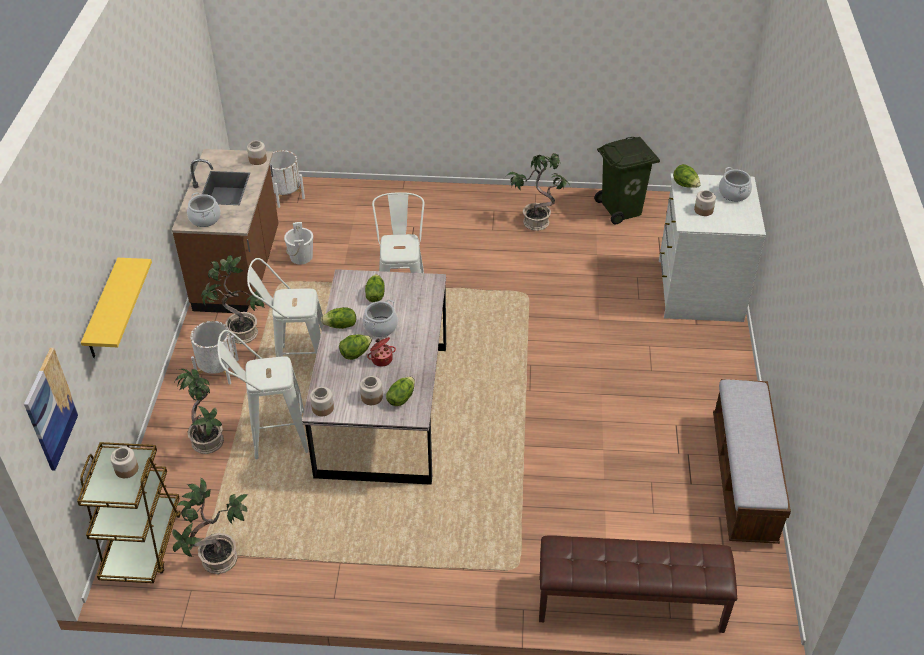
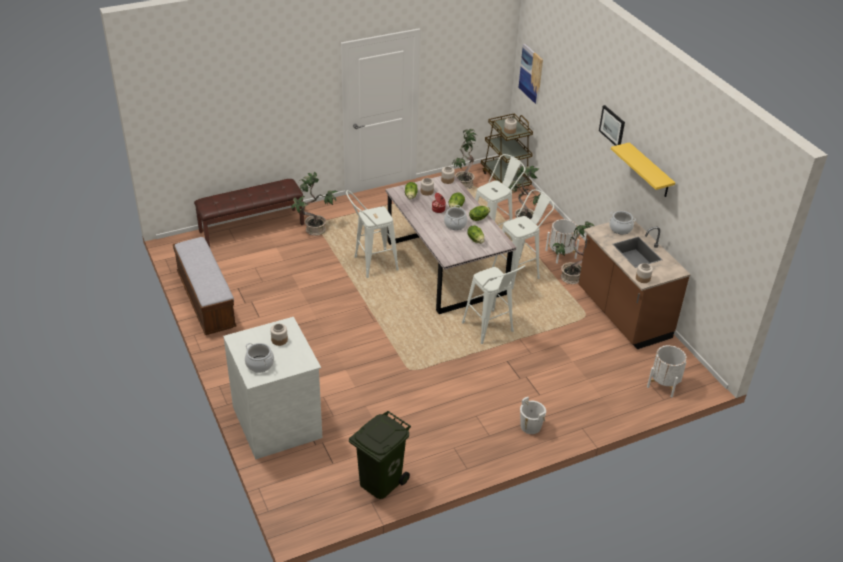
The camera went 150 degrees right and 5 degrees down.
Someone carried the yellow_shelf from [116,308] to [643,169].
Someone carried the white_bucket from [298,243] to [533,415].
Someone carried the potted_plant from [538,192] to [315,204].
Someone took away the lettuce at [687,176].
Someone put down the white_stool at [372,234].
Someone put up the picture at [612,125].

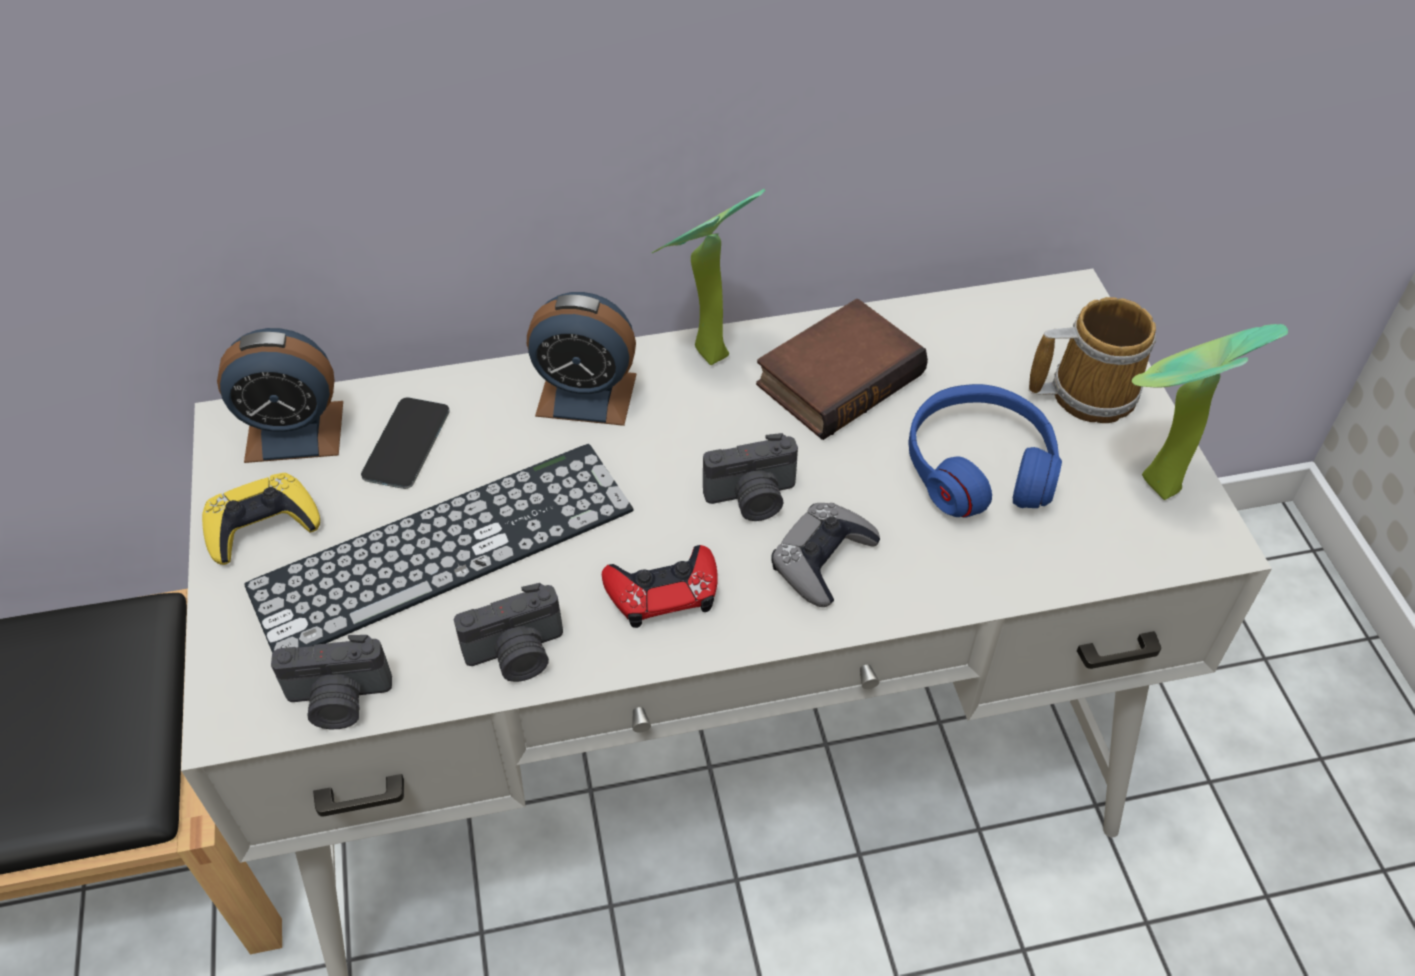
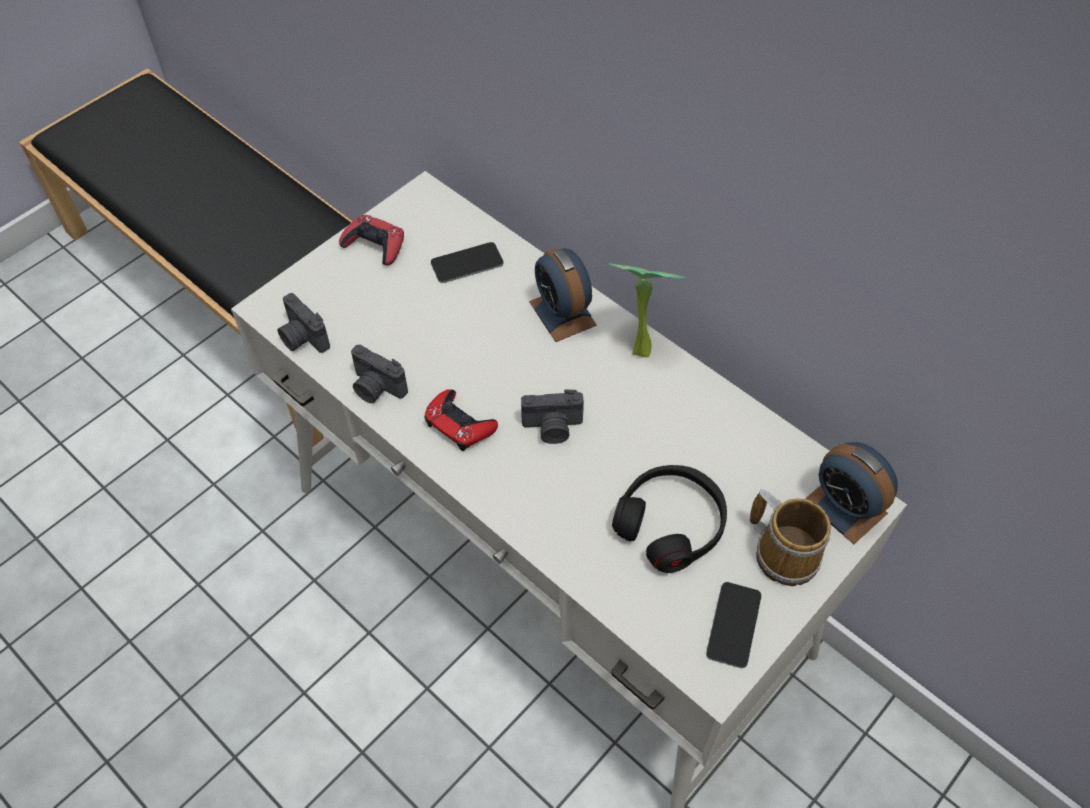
The camera went 55 degrees right and 5 degrees up.
Someone repainted the yellow_game_controller at [261,519], which became the red_game_controller at [371,240].
Someone carried the alarm_clock from [280,395] to [851,493].
Someone took away the keyboard at [438,548].
Someone rotated the photo_camera at [750,477] by 45 degrees counterclockwise.
Someone took away the book at [842,369].
Someone took away the grey_game_controller at [825,555].
Someone repainted the blue_headphones at [985,451], which became the black_headphones at [669,519].
Someone swapped the potted_plant at [1210,412] for the phone at [734,625].

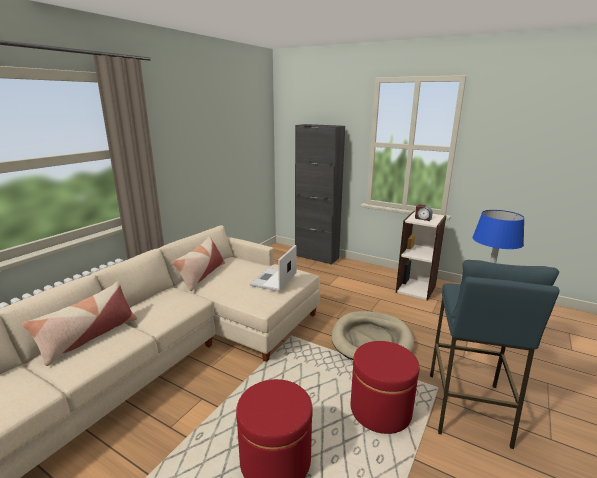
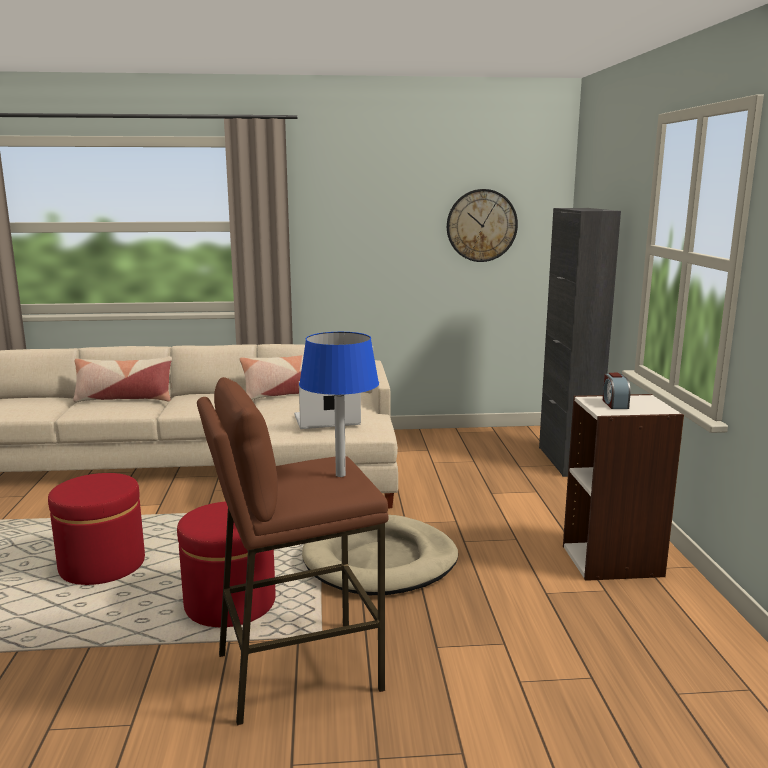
The camera went 55 degrees right and 5 degrees down.
Someone repainted the blue_stool at [494,354], which became the brown_stool at [293,551].
Someone put up the wall_clock at [482,225].

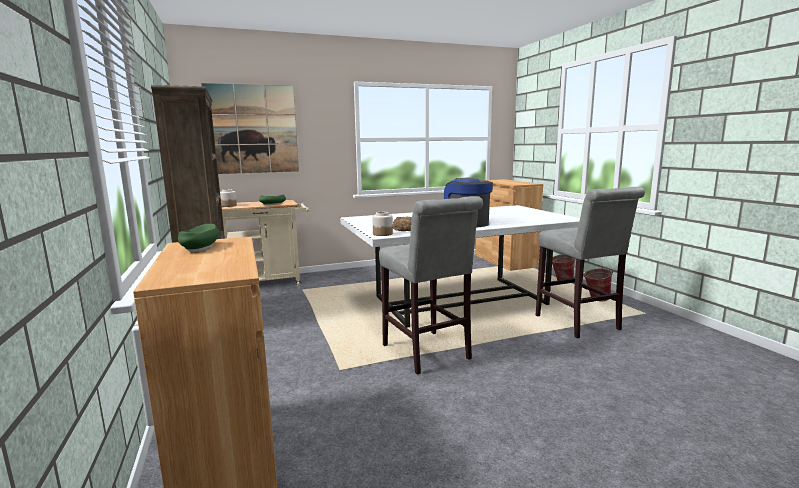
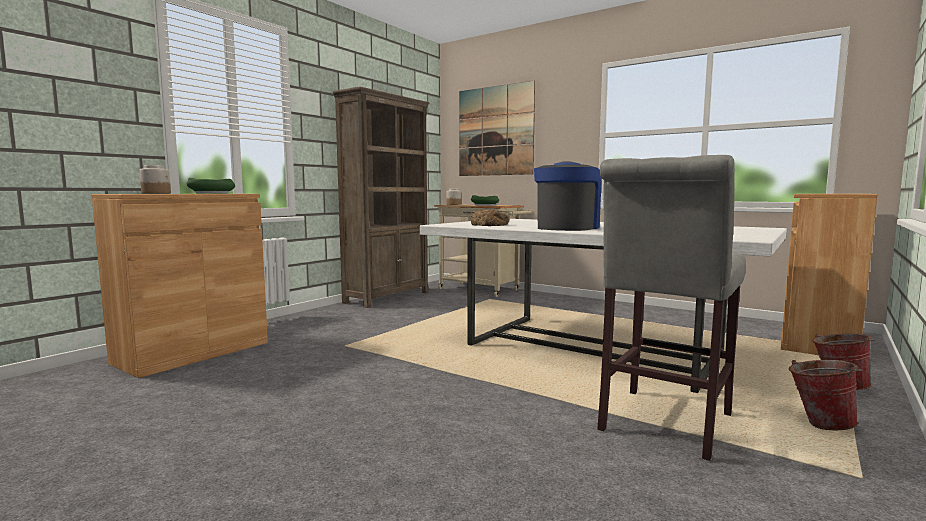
The camera went 55 degrees right and 5 degrees down.
Someone carried the jar from [382,224] to [155,179].
Someone took away the grey_stool at [431,285].

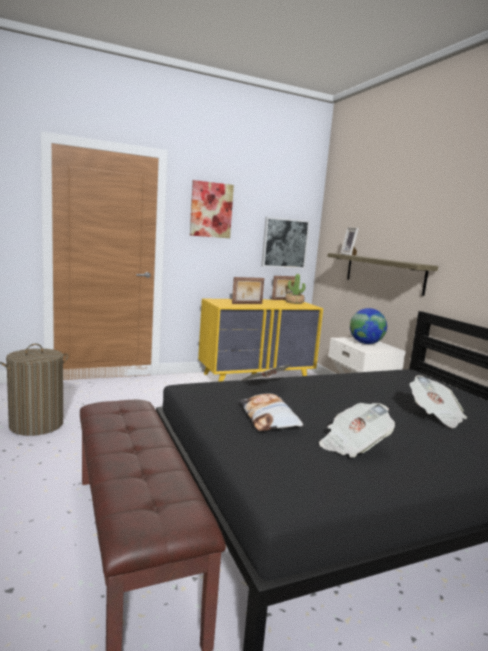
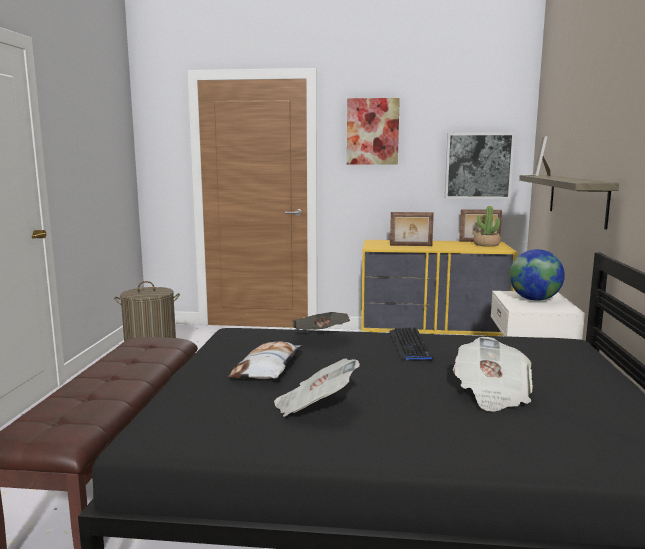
The camera went 30 degrees right and 0 degrees up.
Someone put down the keyboard at [411,344].

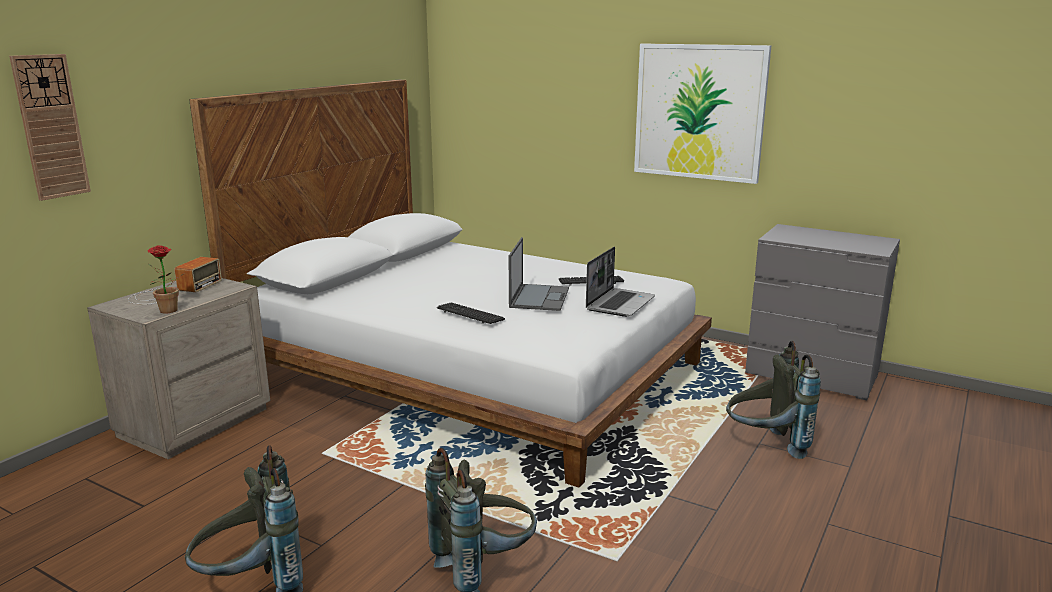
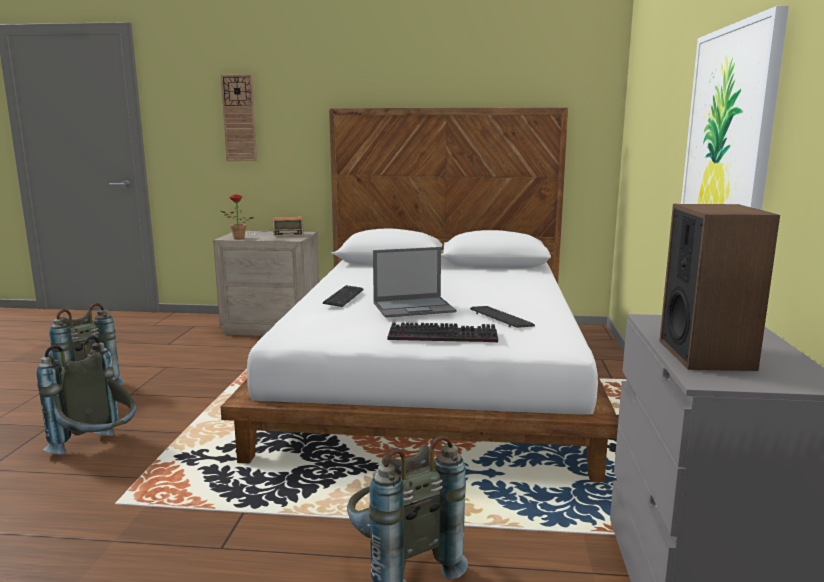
The camera went 65 degrees right and 5 degrees down.
Someone swapped the laptop at [620,282] for the keyboard at [442,332].
Someone put down the speaker at [720,287].

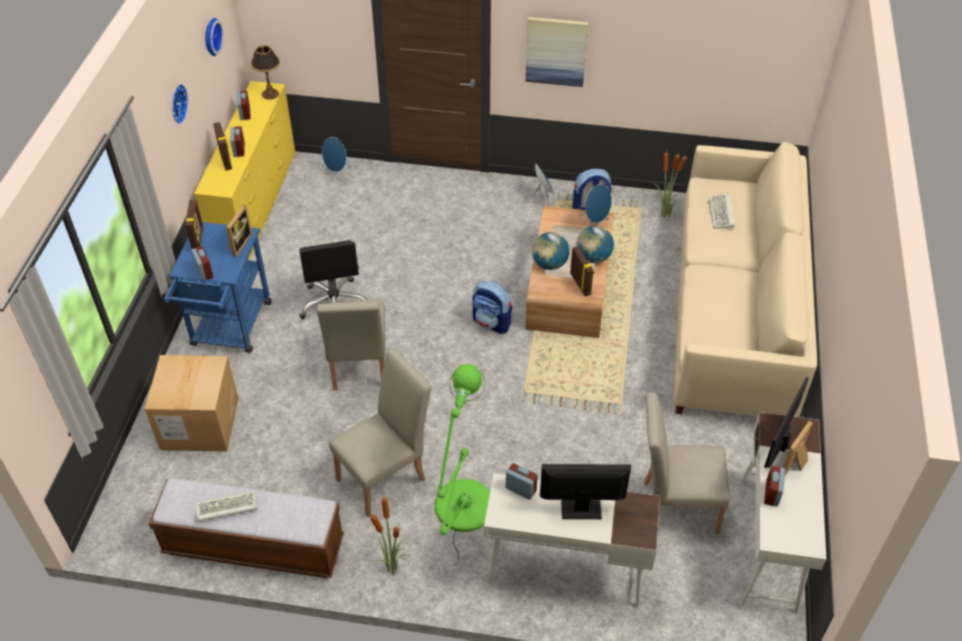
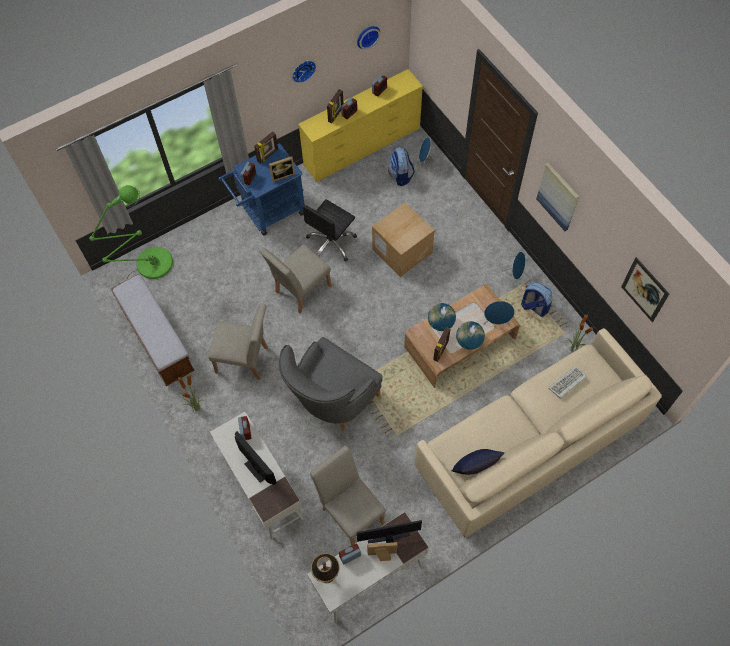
The camera went 50 degrees right and 15 degrees up.
Someone carried the cardboard_box from [192,403] to [403,240].
Someone took away the keyboard at [227,506].
Someone carried the table_lamp from [265,72] to [325,568].
Someone carried the green_floor_lamp from [462,465] to [131,233].
Someone carried the backpack from [492,307] to [401,166].
Someone put down the grey_armchair at [331,384].
Someone put down the blue_pillow at [478,462].
Someone put up the picture at [645,289].

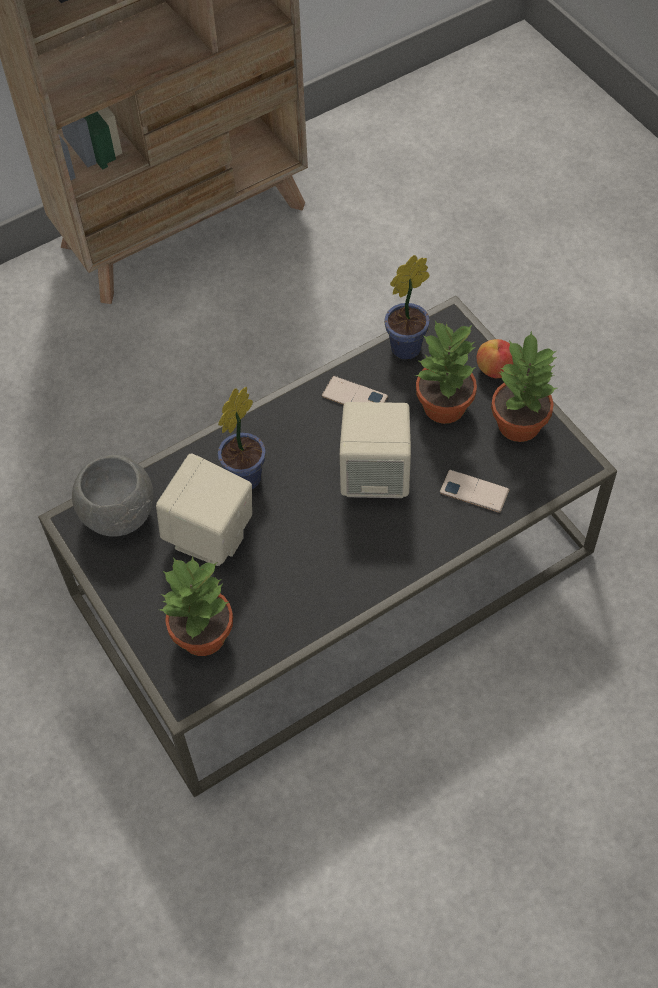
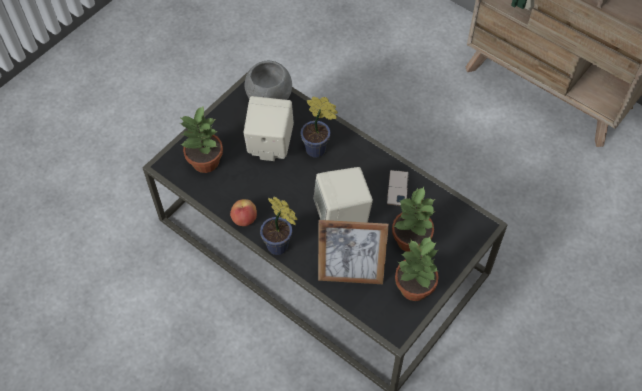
The camera went 70 degrees right and 0 degrees up.
Someone carried the potted_plant from [407,307] to [278,225].
Someone swapped the phone at [474,491] for the picture_frame at [353,252].
Someone carried the apple from [495,358] to [243,212].

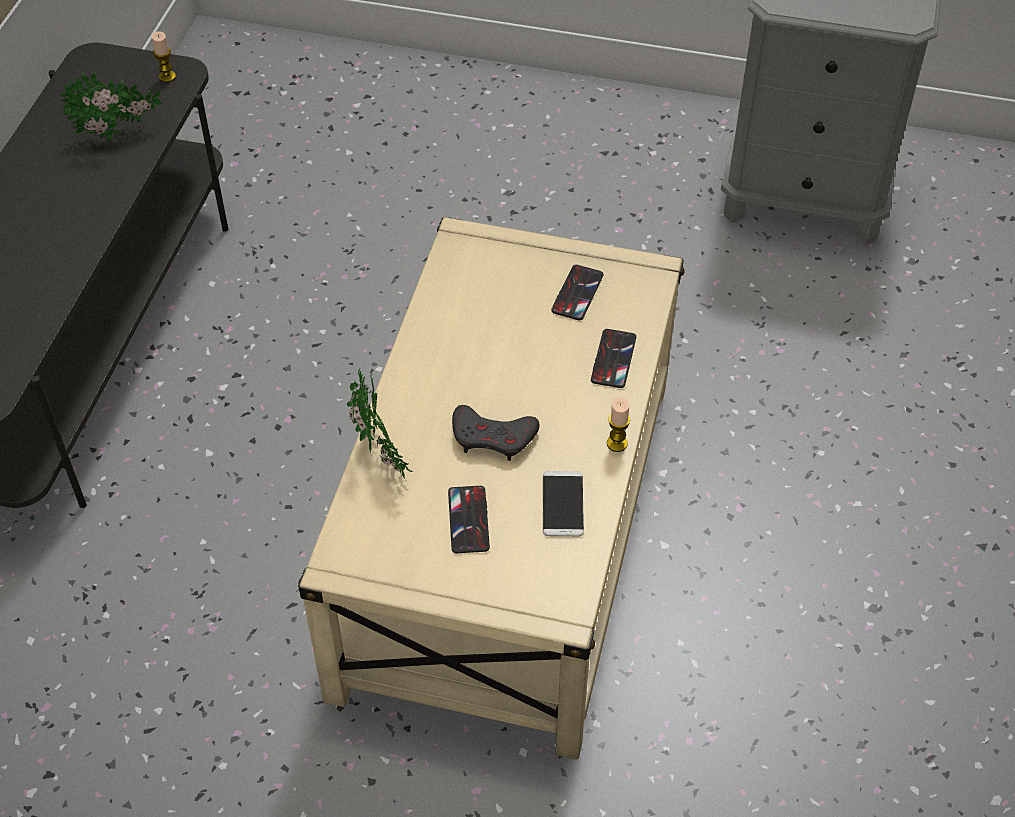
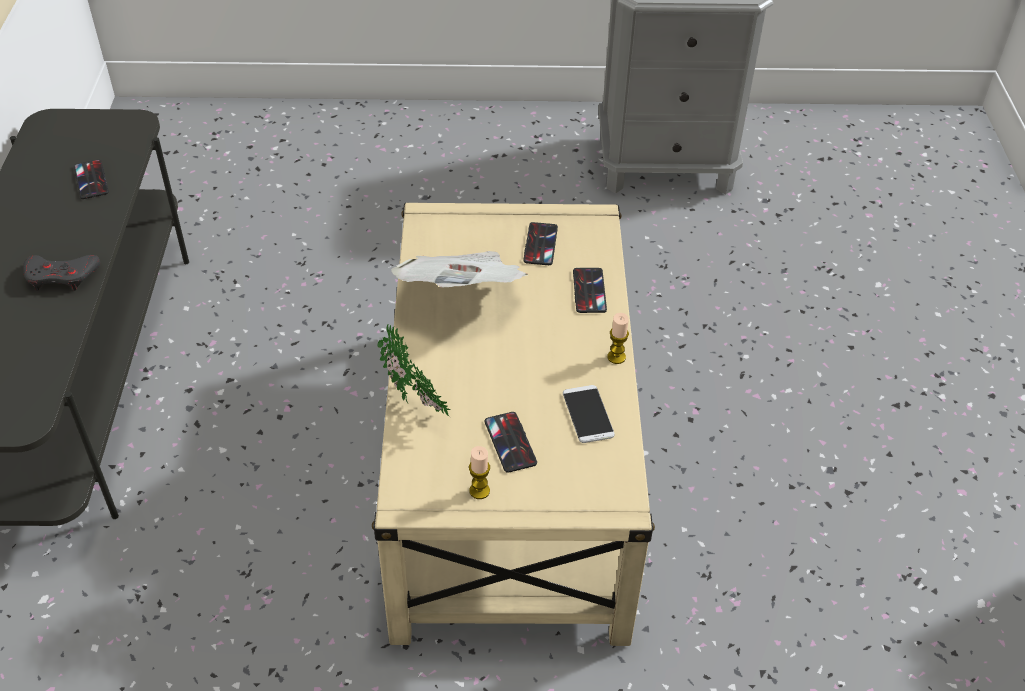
The camera went 15 degrees left and 5 degrees down.
Someone swapped the potted_plant at [111,106] for the phone at [91,179].
Someone carried the candle from [164,56] to [479,472].
Someone carried the grey_game_controller from [496,433] to [61,273].
Someone put down the newspaper at [459,269].

